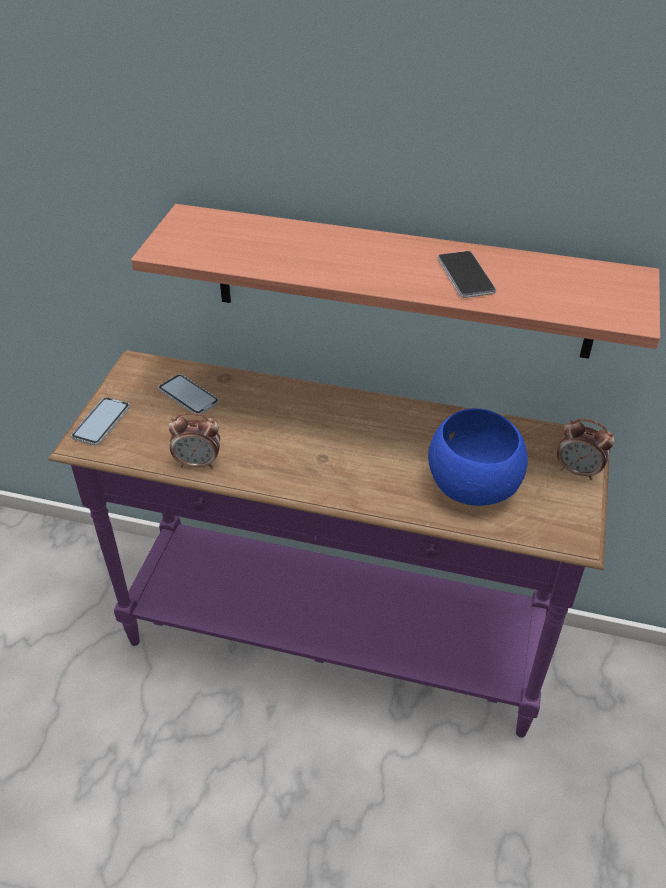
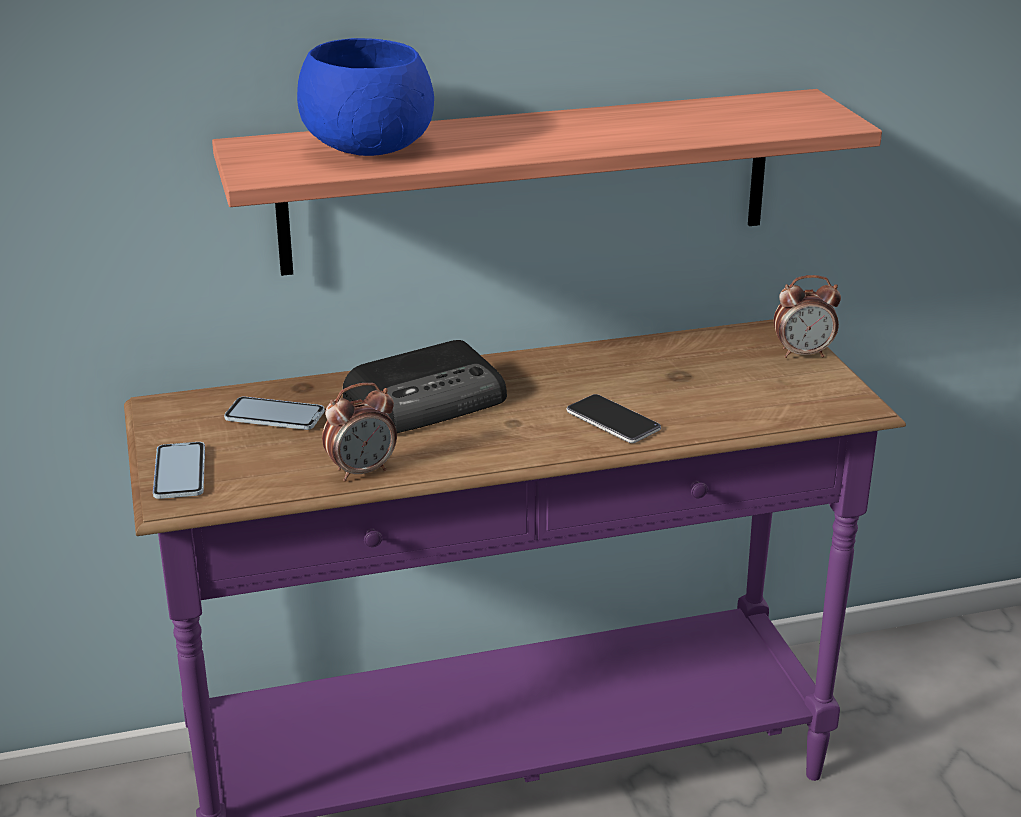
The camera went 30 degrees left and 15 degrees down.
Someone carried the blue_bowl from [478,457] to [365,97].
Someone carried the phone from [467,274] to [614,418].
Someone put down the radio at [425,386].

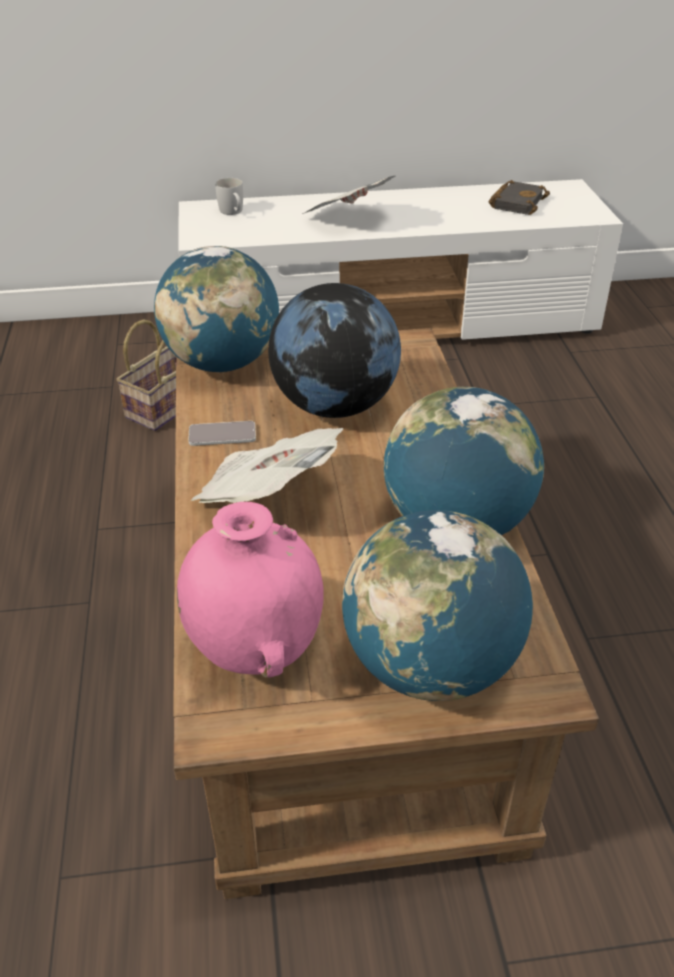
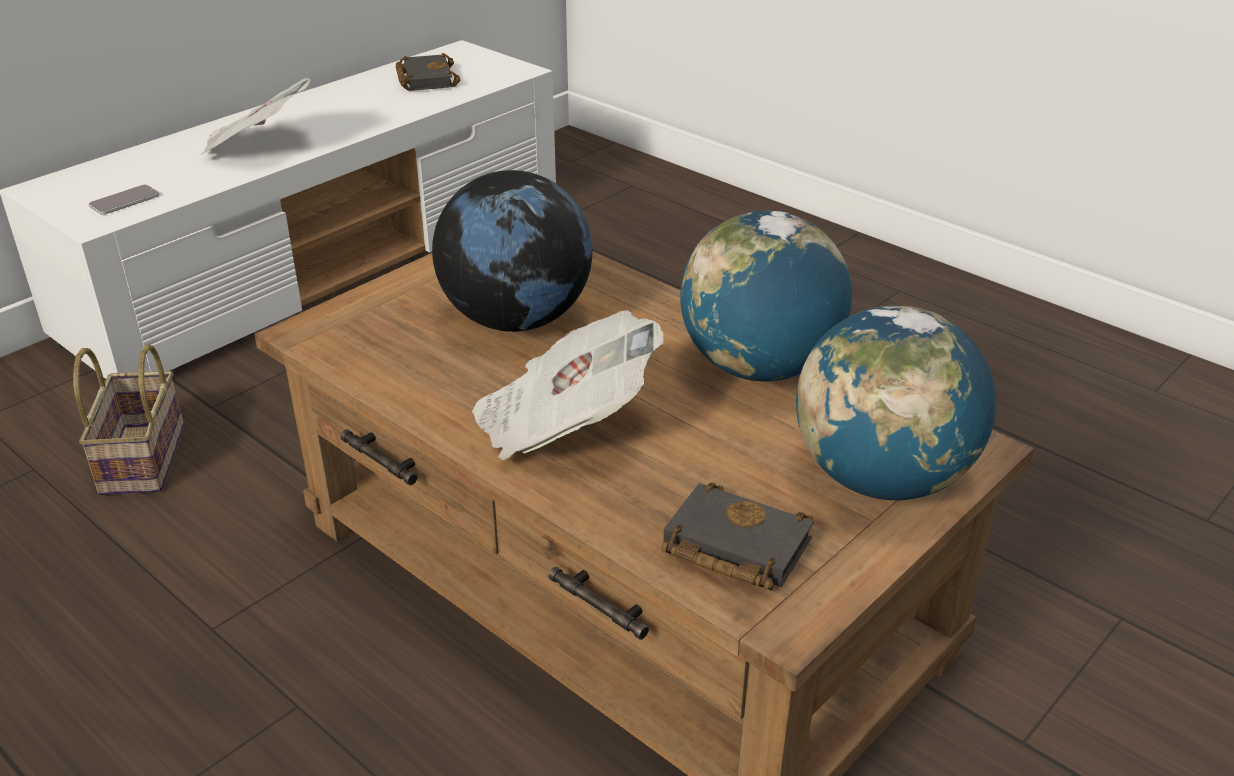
The camera went 40 degrees left and 5 degrees down.
Someone took away the globe at [216,309].
Someone swapped the pink_vase at [250,590] for the black_book at [738,536].
Someone carried the phone from [222,433] to [124,200].
Someone took away the white_mug at [229,196].

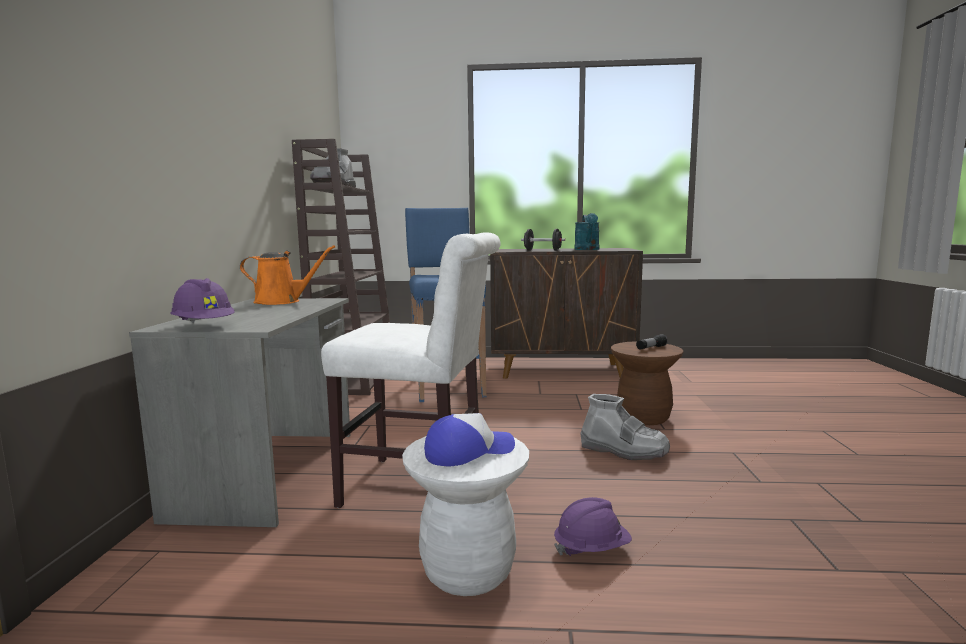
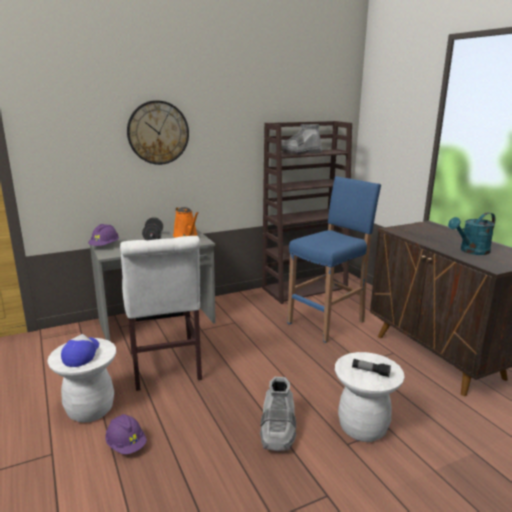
The camera went 60 degrees right and 10 degrees up.
Someone rotated the cap at [469,439] by 120 degrees counterclockwise.
Someone carried the black_dumbbell from [543,240] to [152,228].
Someone repainted the brown_stool at [647,383], which became the white_stool at [370,397].
Someone put up the wall_clock at [158,132].

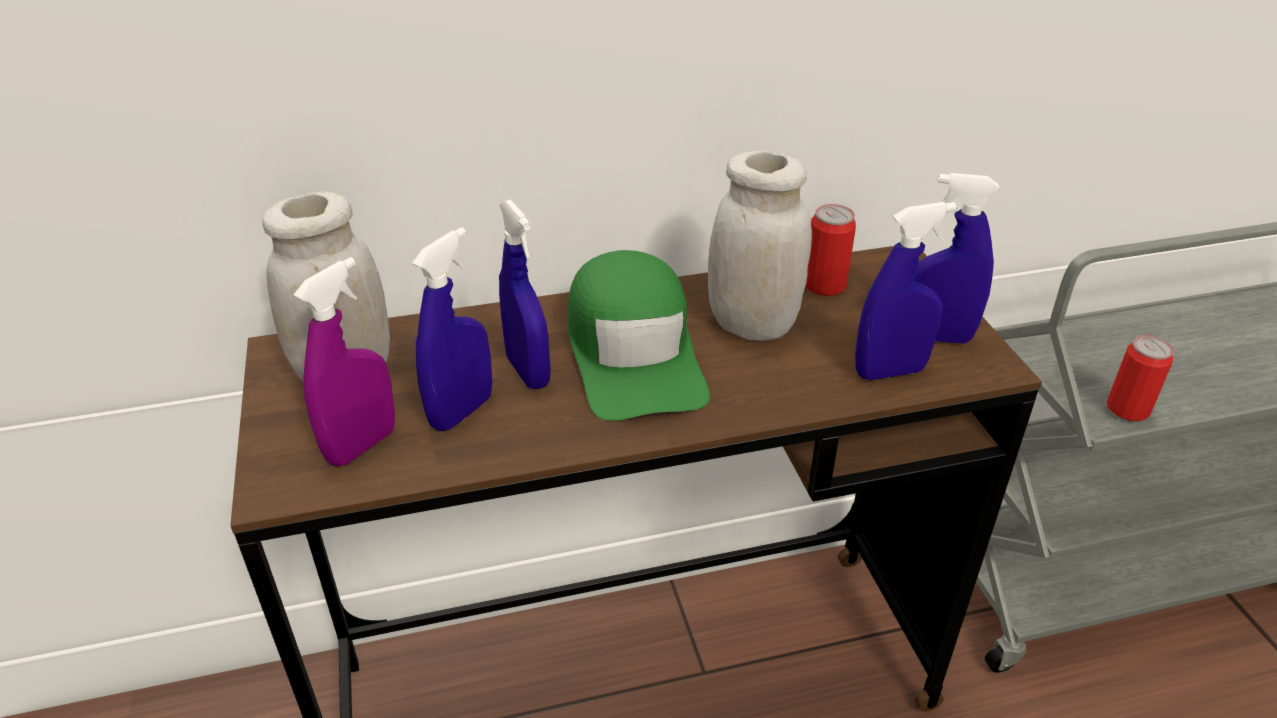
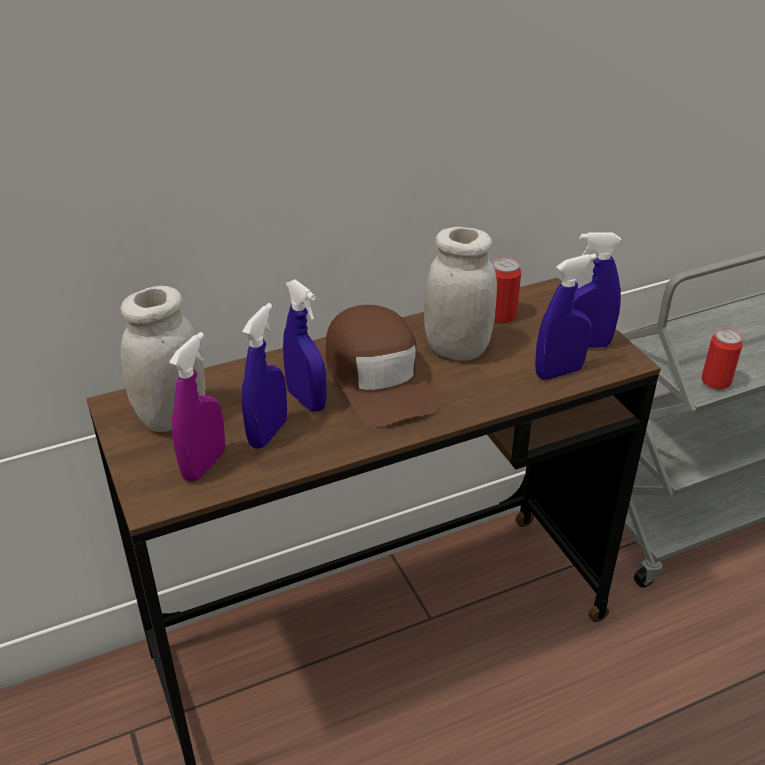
The camera went 10 degrees left and 0 degrees up.
Someone repainted the green_cap at [639,335], which became the brown_cap at [383,366].

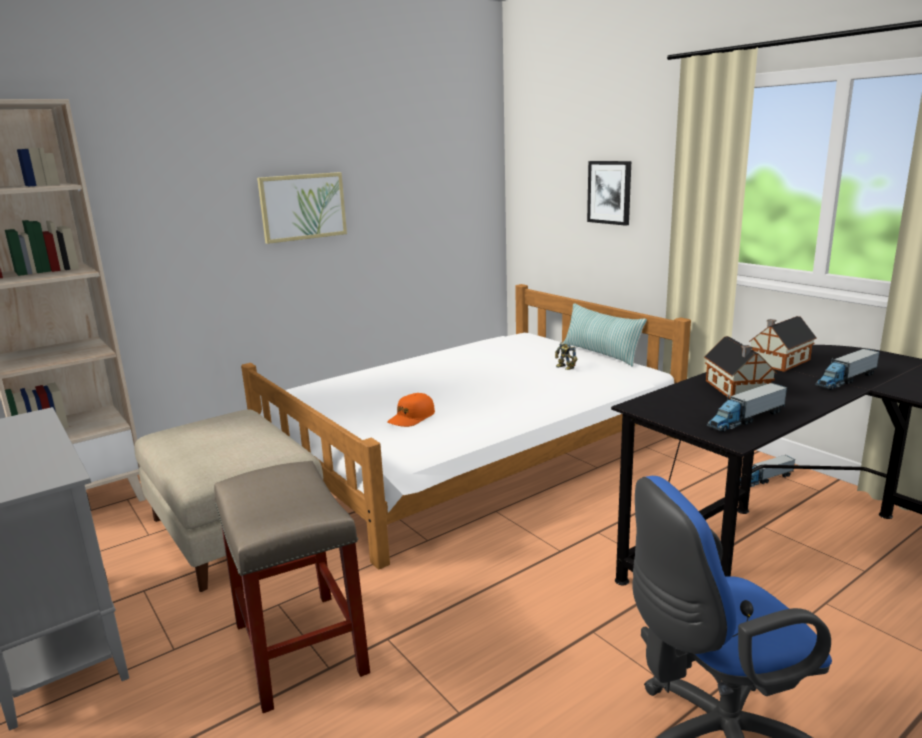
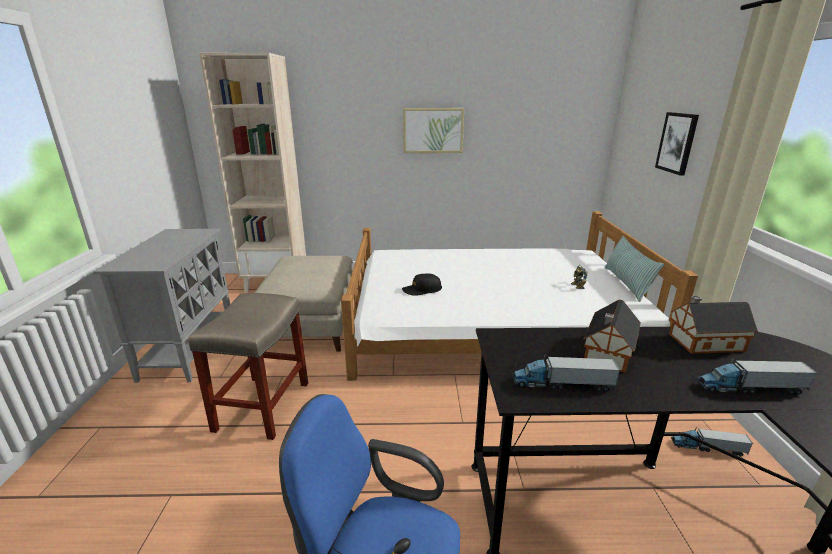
The camera went 35 degrees right and 5 degrees up.
Someone repainted the orange_cap at [411,410], which became the black_cap at [422,285].

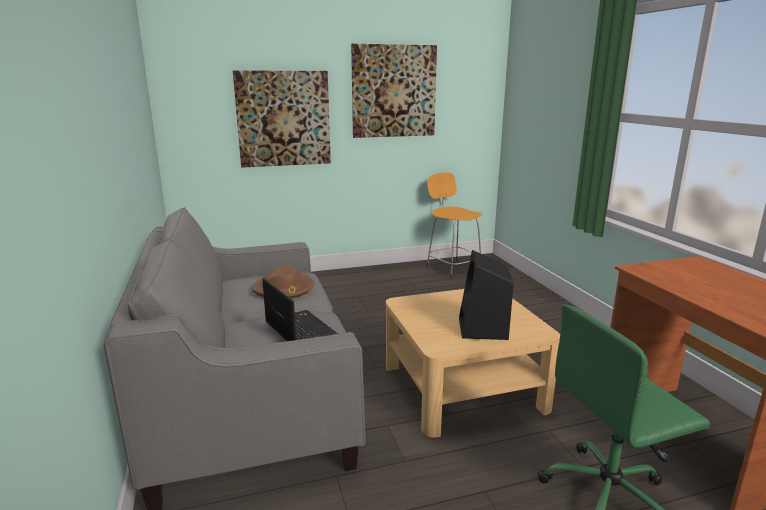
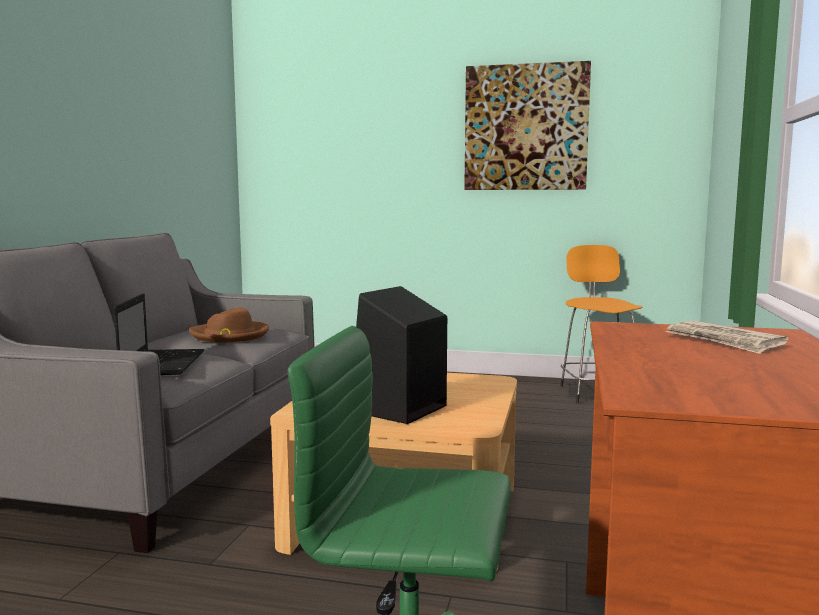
The camera went 30 degrees right and 10 degrees down.
Someone took away the picture at [282,119].
Someone put down the newspaper at [727,337].

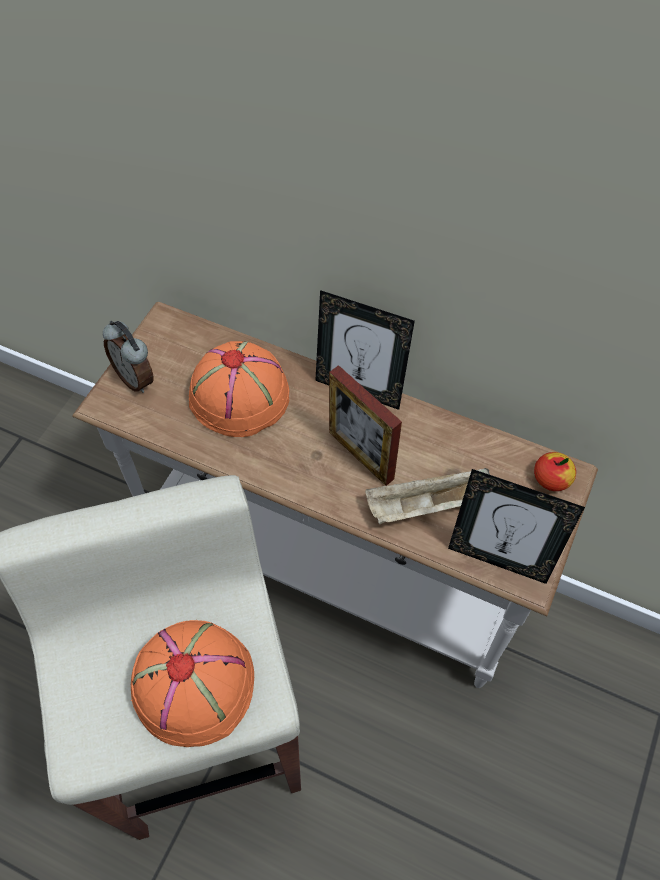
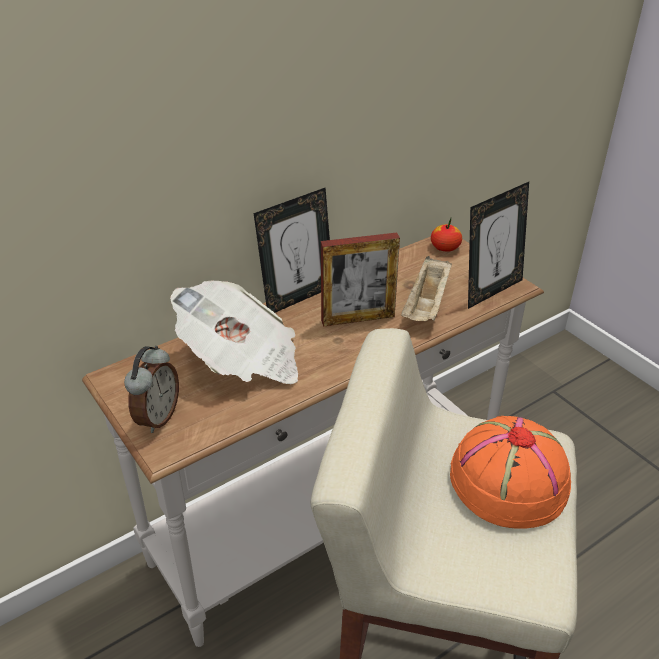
The camera went 60 degrees left and 20 degrees down.
Someone rotated the alarm_clock at [128,357] by 60 degrees counterclockwise.
Someone swapped the orange_hat at [239,389] for the newspaper at [234,332].

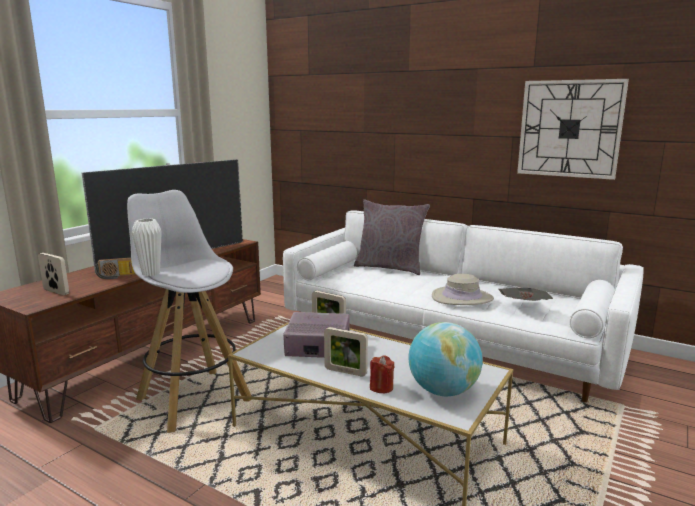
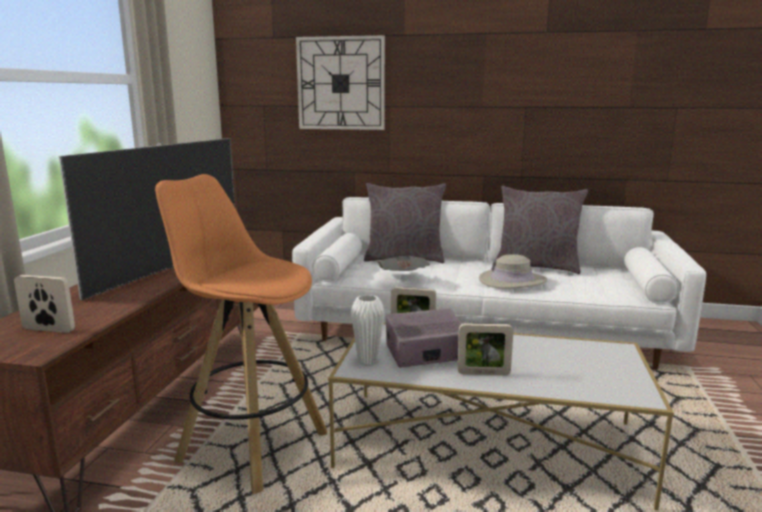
The camera went 20 degrees left and 0 degrees up.
Someone took away the radio at [115,268].
Someone repainted the white_stool at [189,311], which became the orange_stool at [241,334].
Someone carried the white_vase from [147,247] to [368,329].
Someone took away the red_candle at [382,374].
Someone took away the globe at [445,359].
Someone carried the newspaper from [525,294] to [403,263].
Someone carried the wall_clock from [573,129] to [340,82].
Someone put down the grey_pillow at [541,230].

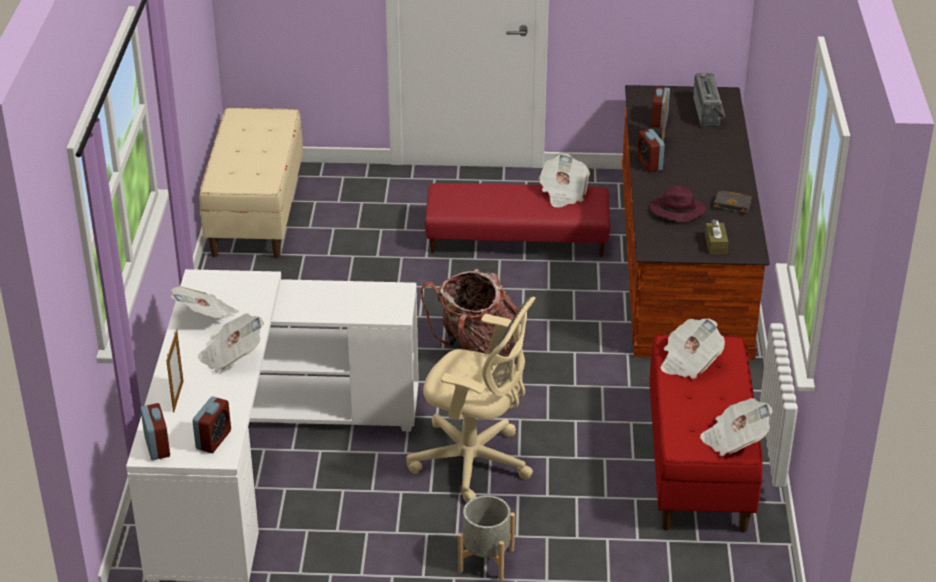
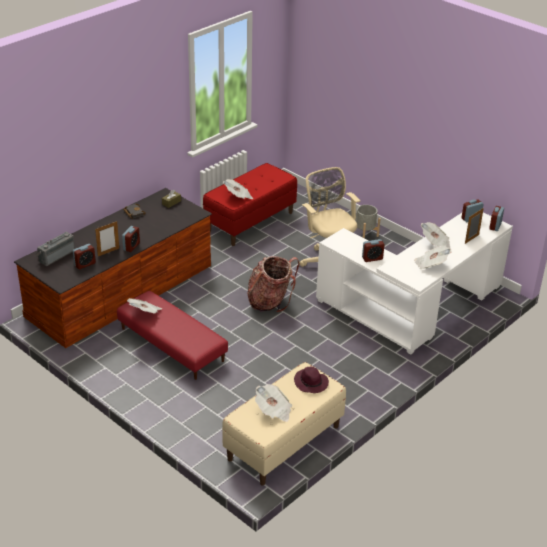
The camera went 140 degrees left and 0 degrees up.
Someone carried the purple_hat from [678,204] to [311,380].
Someone carried the newspaper from [736,427] to [273,403].
Someone put down the alarm_clock at [373,250].

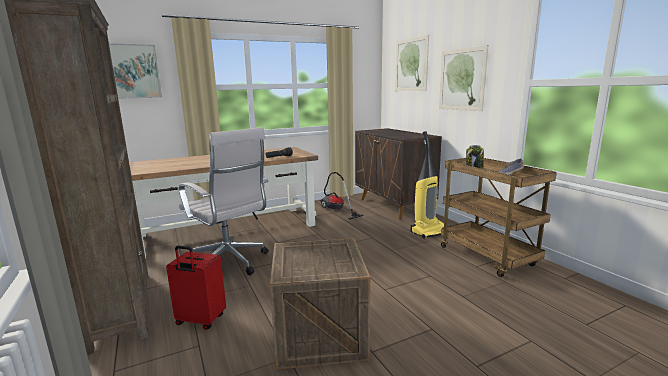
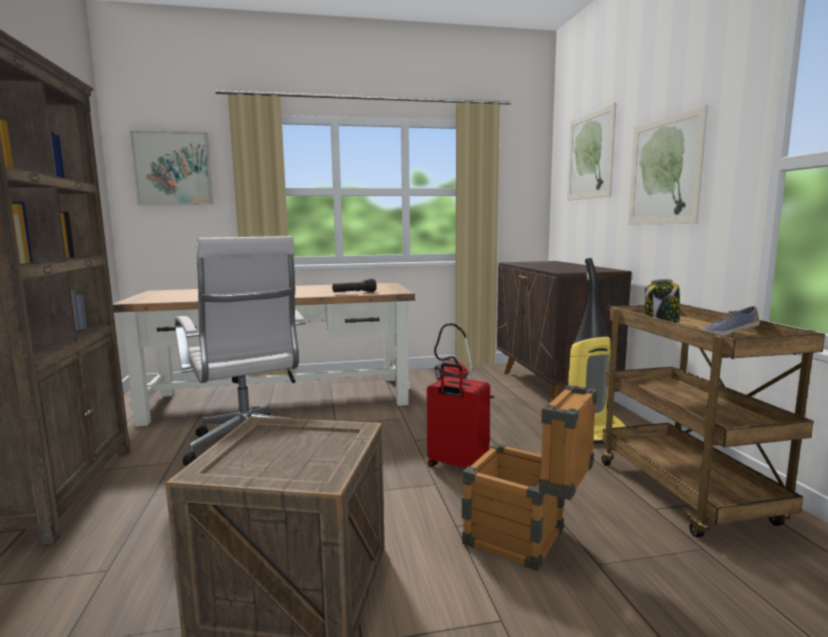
The camera went 15 degrees right and 5 degrees down.
Someone carried the red_suitcase from [196,288] to [458,416].
Someone put down the crate at [529,478].

